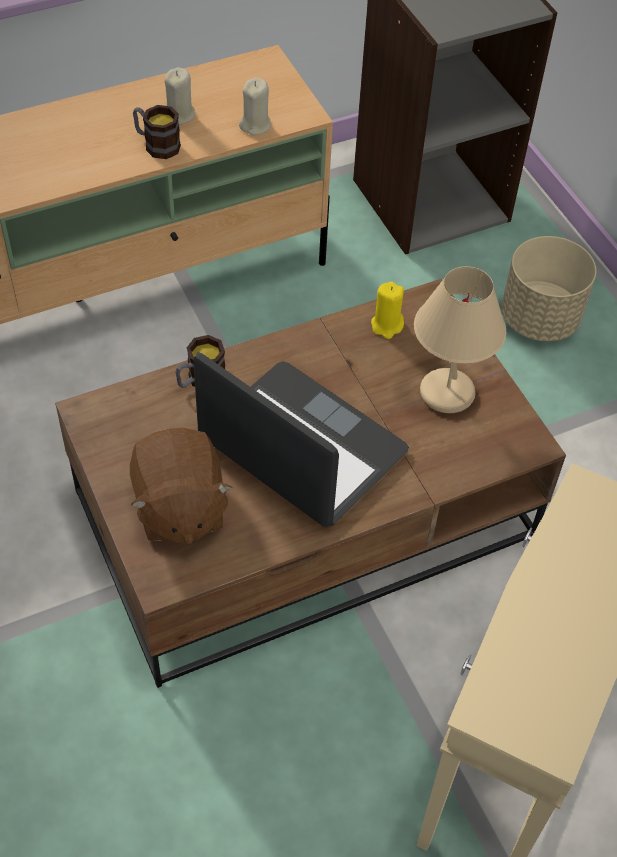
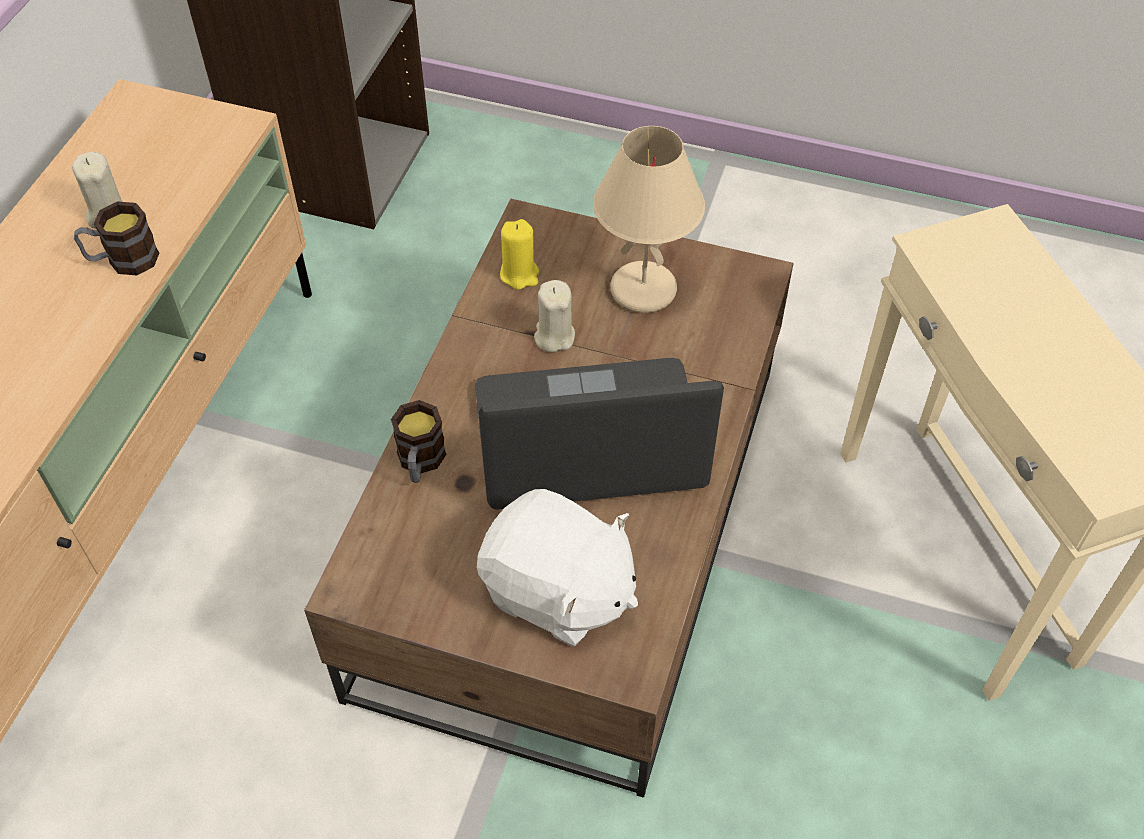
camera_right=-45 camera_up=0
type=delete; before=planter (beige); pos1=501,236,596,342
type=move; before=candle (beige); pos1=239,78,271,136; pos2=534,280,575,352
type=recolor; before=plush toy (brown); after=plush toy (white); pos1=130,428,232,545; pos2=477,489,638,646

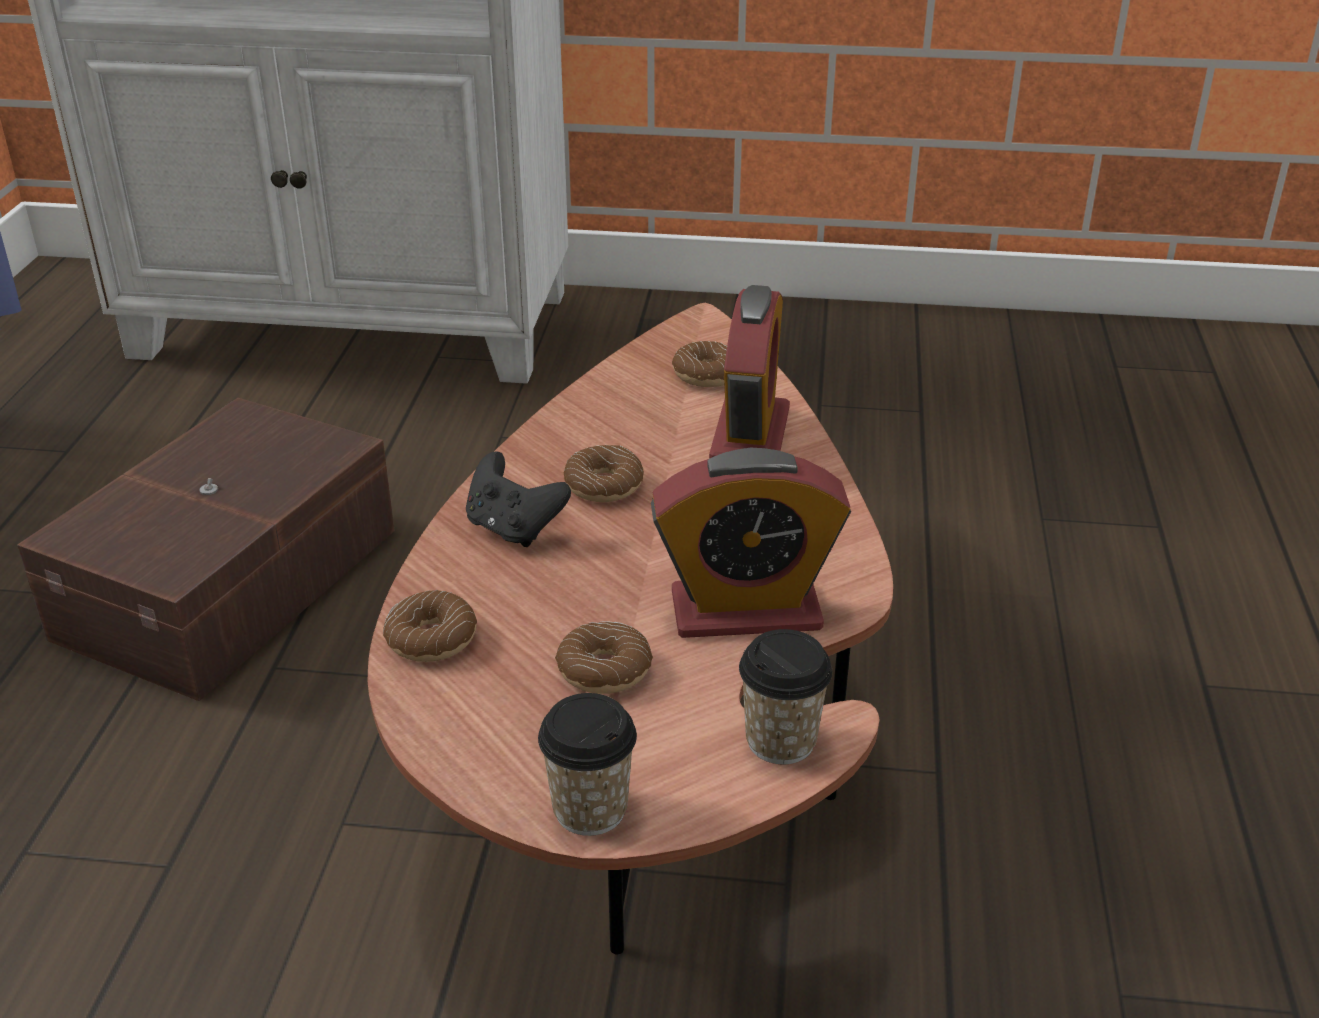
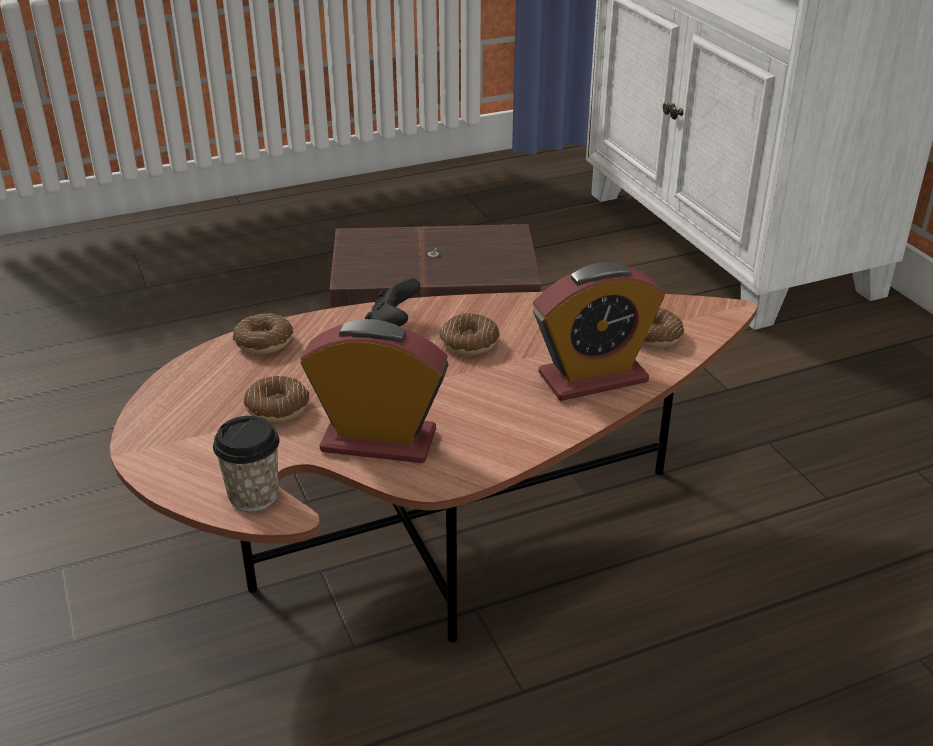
camera_right=60 camera_up=0
type=delete; before=cup; pos1=538,693,637,836
type=rotate; before=alarm clock; pos1=651,448,851,638; pos2=300,319,449,463; turn=135

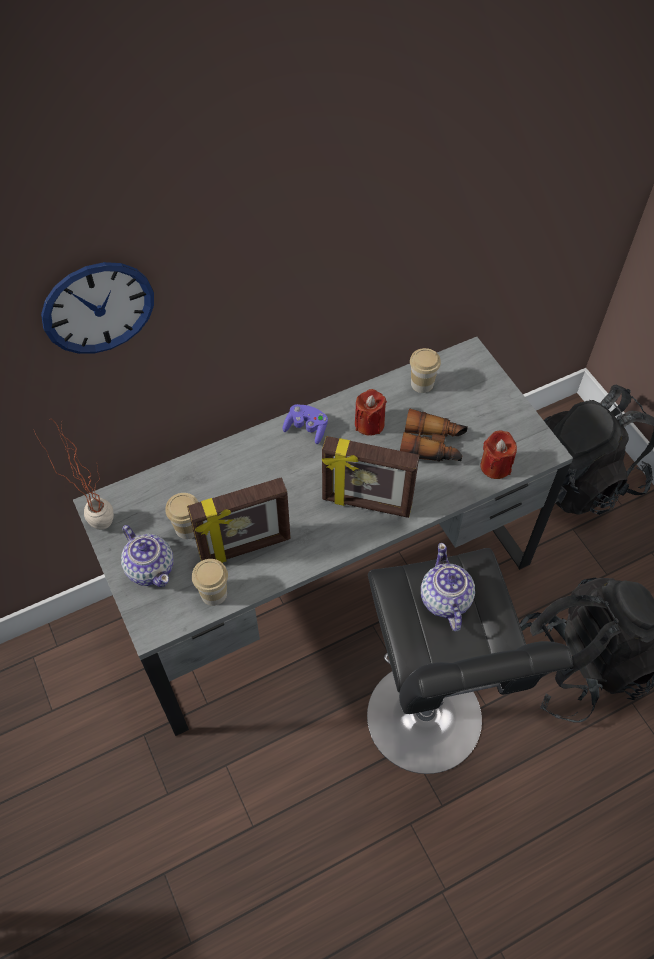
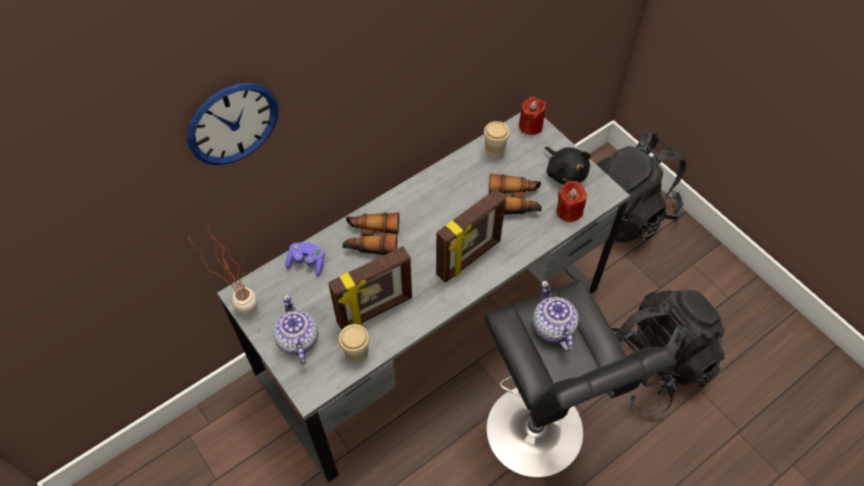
camera_right=-10 camera_up=0
type=delete; before=cup; pos1=165,493,198,539
type=insert; after=binoculars; pos2=342,213,399,255
type=insert; after=plush toy (black); pos2=545,146,591,185
type=move; before=game controller (purple); pos1=283,404,328,444; pos2=285,242,325,276
type=move; before=candle (red); pos1=355,389,387,436; pos2=519,97,546,135
type=rotate; before=teapot; pos1=121,525,174,587; pos2=273,294,318,365; turn=-150
type=rotate; before=picture frame; pos1=322,436,419,518; pos2=436,189,506,283; turn=-45

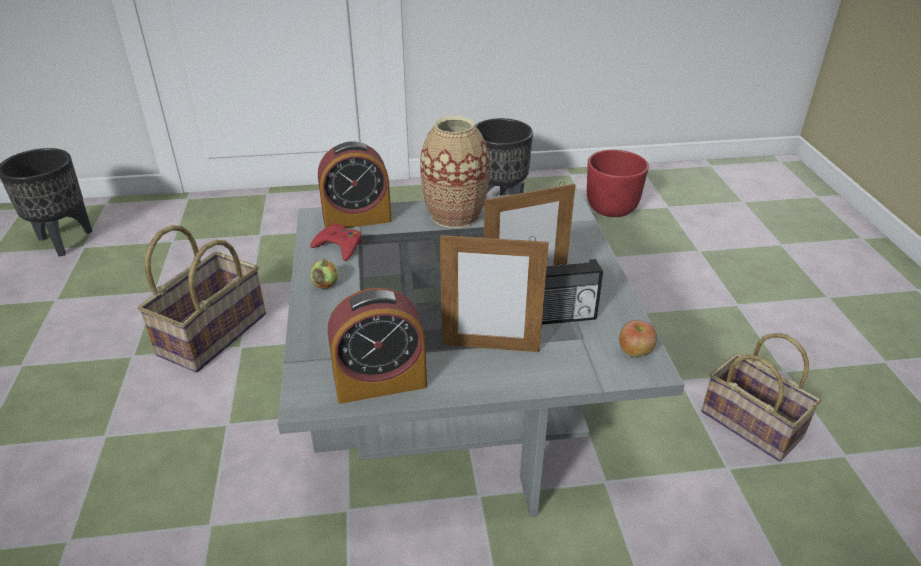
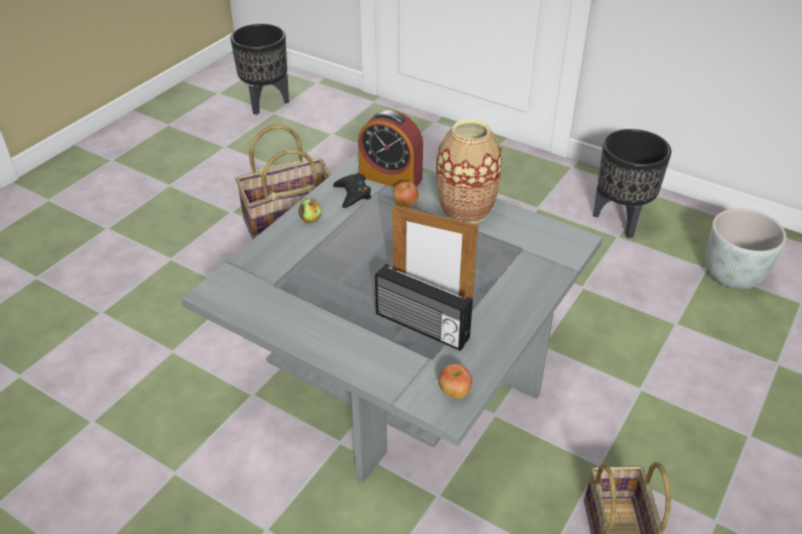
camera_right=40 camera_up=5
type=delete; before=alarm clock; pos1=328,288,427,404
type=delete; before=picture frame; pos1=440,232,549,352
type=insert; after=apple; pos2=393,181,419,209
type=recolor; before=game controller (red); after=game controller (black); pos1=310,223,362,261; pos2=333,173,371,208
type=recolor; before=planter (red); after=planter (grey); pos1=587,150,649,217; pos2=706,208,787,289

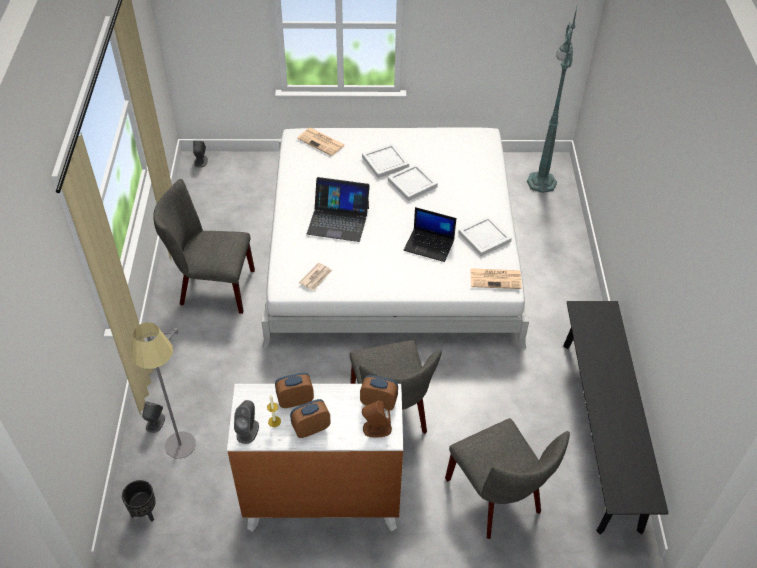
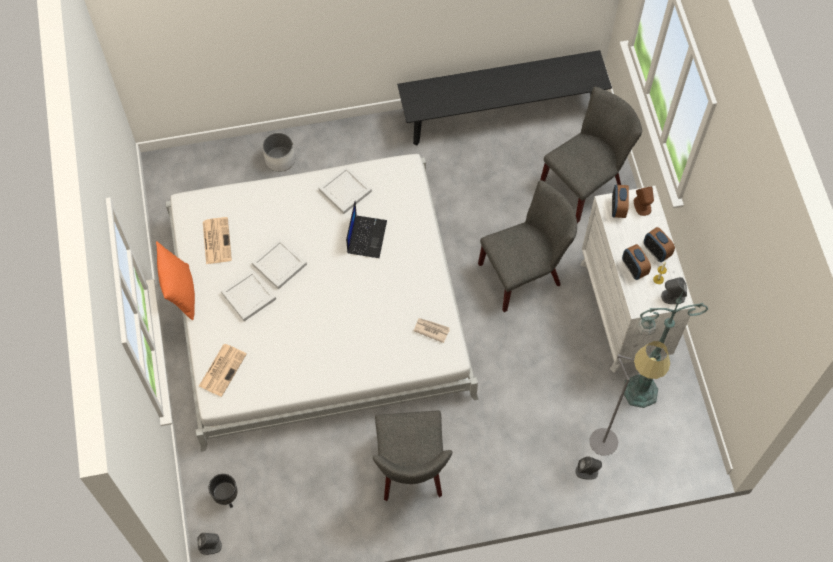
camera_right=-100 camera_up=15
type=delete; before=laptop; pos1=307,177,370,242
type=insert; after=pillow (orange); pos2=156,241,195,320
type=insert; after=planter (white); pos2=262,132,295,172
type=move; before=planter (black); pos1=122,480,156,522; pos2=209,474,237,508
type=move; before=newspaper; pos1=470,268,522,289; pos2=203,217,232,264
type=move; before=floor lamp (green); pos1=527,8,577,193; pos2=624,290,708,408

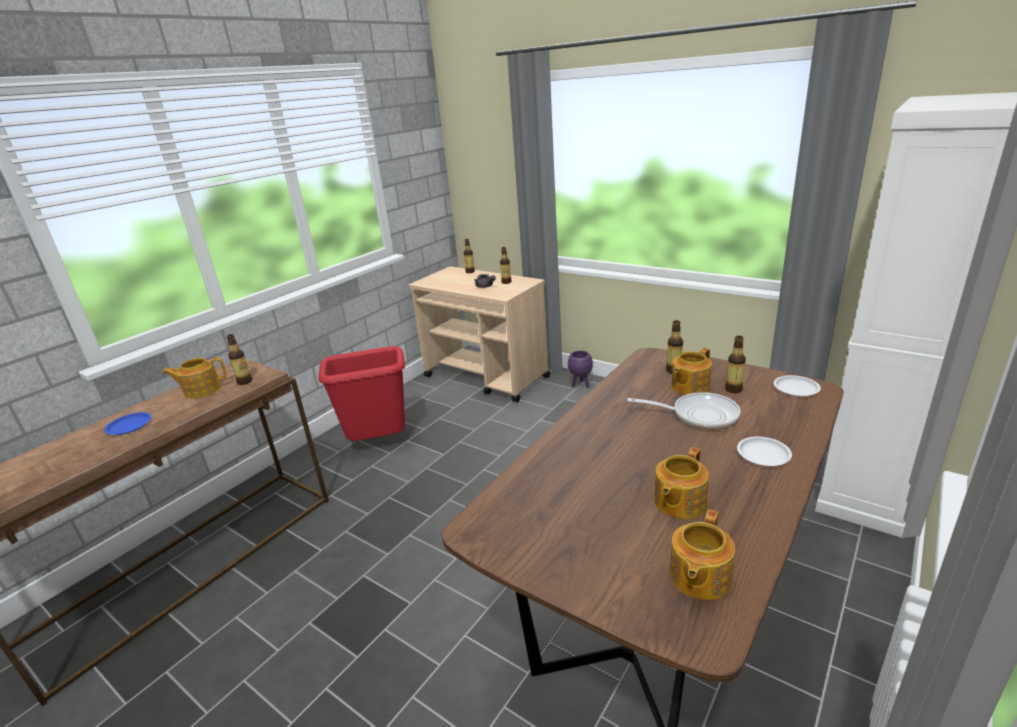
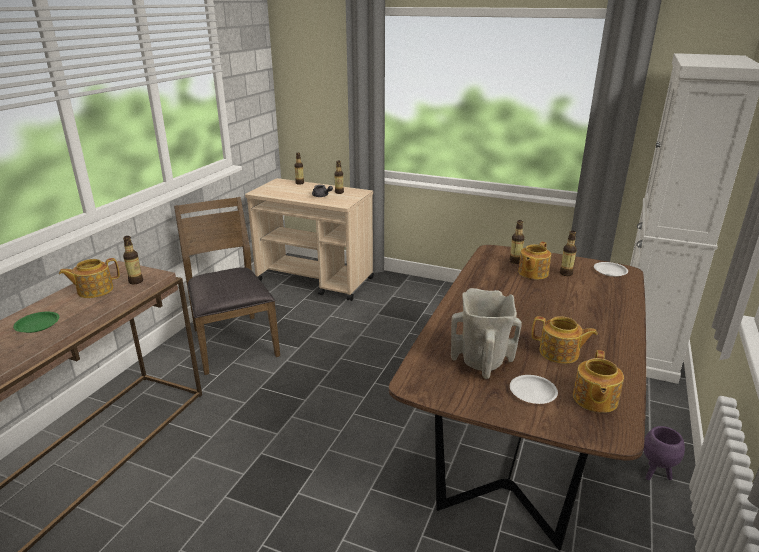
camera_right=-15 camera_up=0
type=delete; before=frying pan; pos1=627,392,740,429
type=insert; after=vase (beige); pos2=451,288,522,379
type=move; before=planter (purple); pos1=568,350,593,388; pos2=643,426,685,480
type=move; before=plate (white); pos1=737,437,792,466; pos2=510,375,558,404
type=replace; before=trash can (red); after=chair (brown); pos1=318,346,405,441; pos2=174,197,280,375
type=recolor; before=plate (blue); after=plate (green); pos1=104,412,151,435; pos2=13,312,59,333
type=rotate; before=teapot; pos1=654,447,709,519; pos2=532,316,598,364; turn=-90

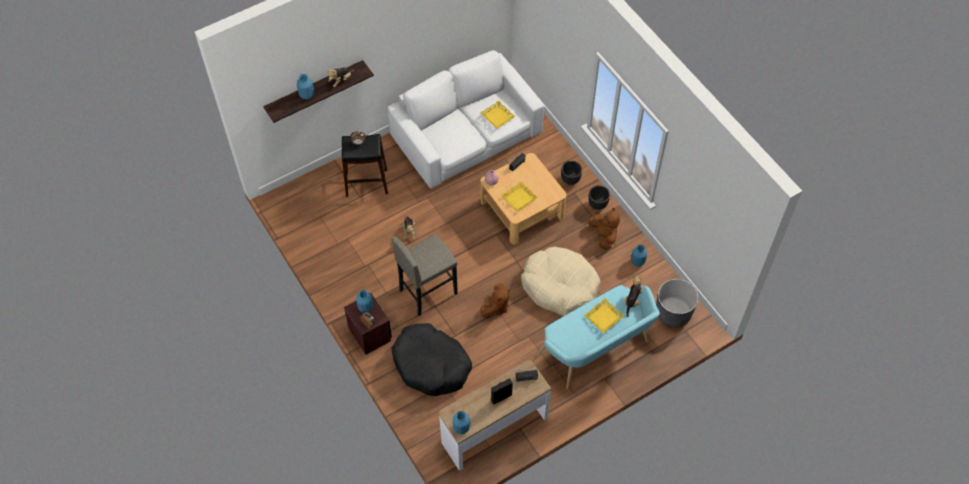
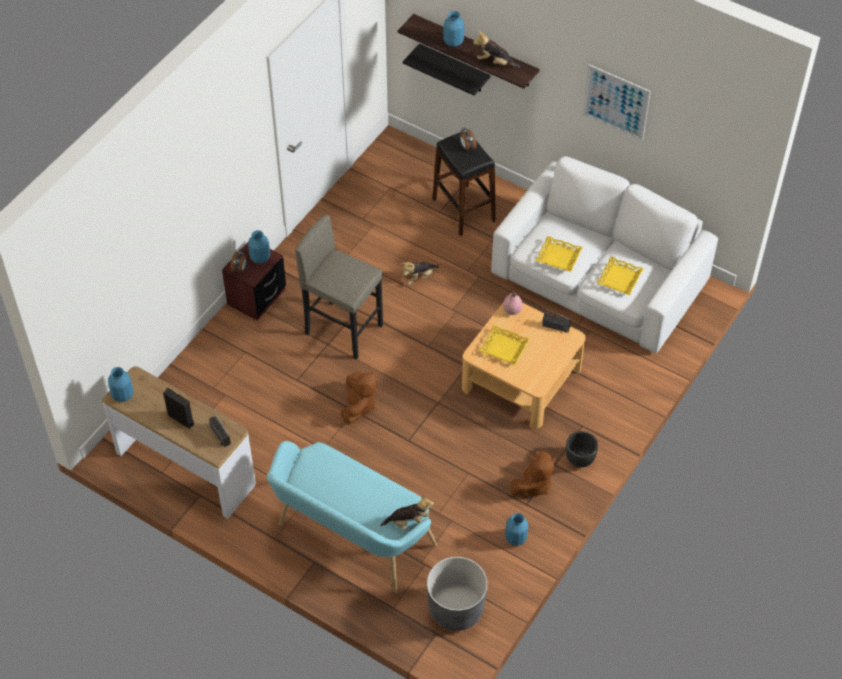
camera_right=65 camera_up=-5
type=delete; before=dog bed (black); pos1=391,323,472,396
type=delete; before=dog bed (beige); pos1=521,247,600,316
type=delete; before=planter (black); pos1=561,161,582,185
type=insert; after=shelf (black); pos2=403,43,491,96
type=insert; after=picture; pos2=583,64,651,141
type=move; before=tray (yellow); pos1=584,298,625,334; pos2=535,236,583,272
type=rotate; before=plush toy (brown); pos1=481,284,510,318; pos2=341,370,376,424; turn=-90

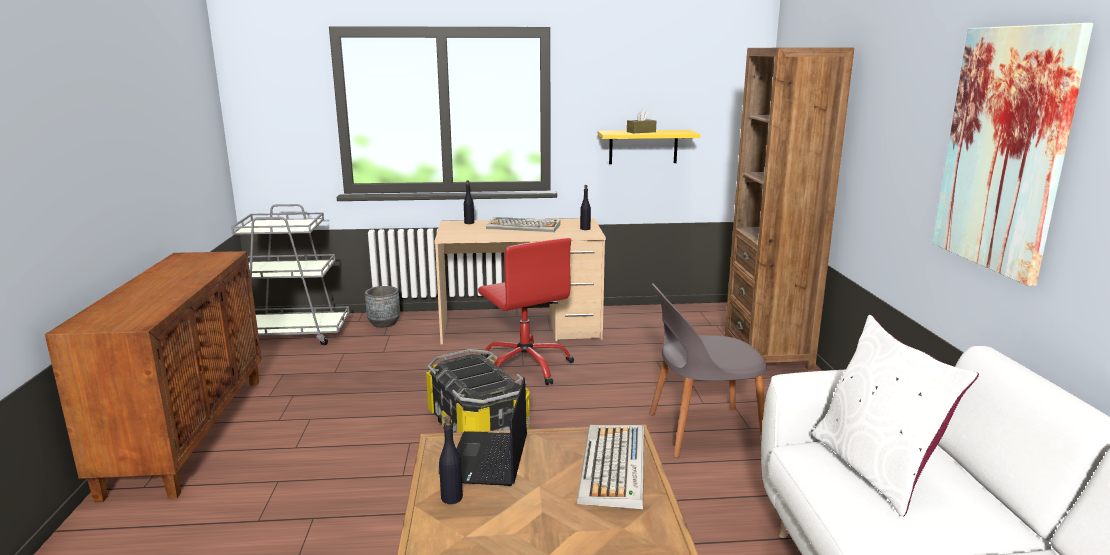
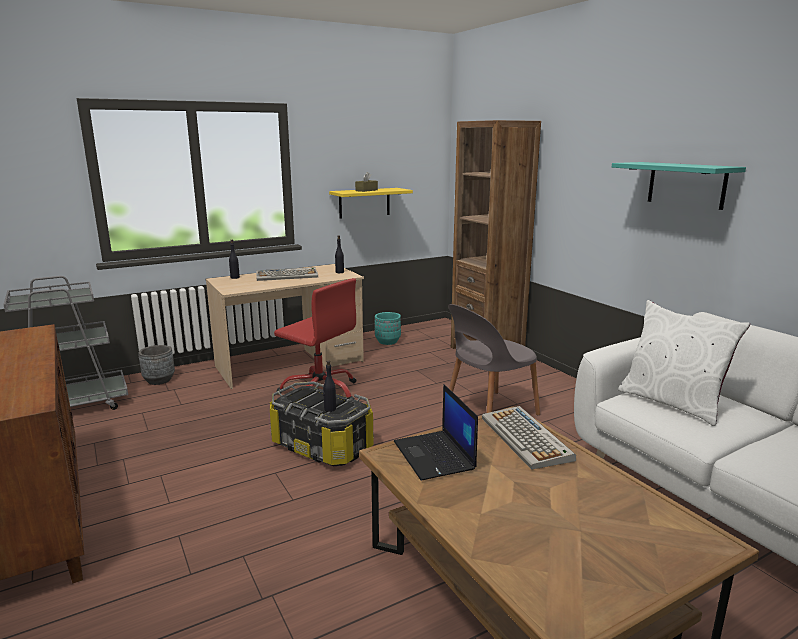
camera_right=-25 camera_up=0
type=insert; after=planter (turquoise); pos2=375,312,401,345
type=move; before=bottle (black); pos1=439,416,463,504; pos2=323,360,336,412
type=replace; before=picture; after=shelf (turquoise); pos1=932,23,1093,286; pos2=612,162,746,210

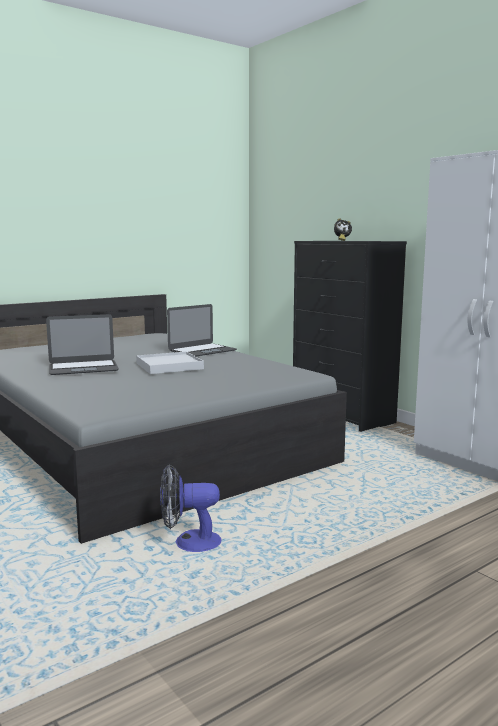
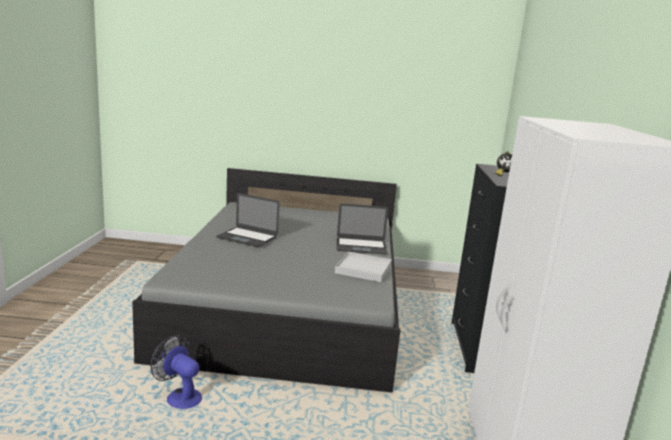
camera_right=40 camera_up=5
type=move; before=tray (white); pos1=136,352,204,374; pos2=335,252,392,282

